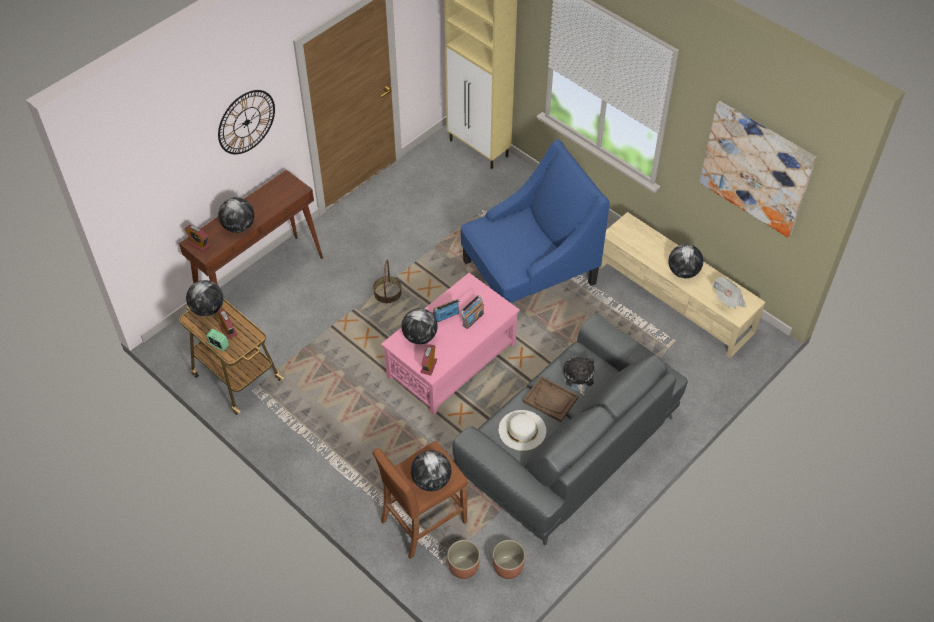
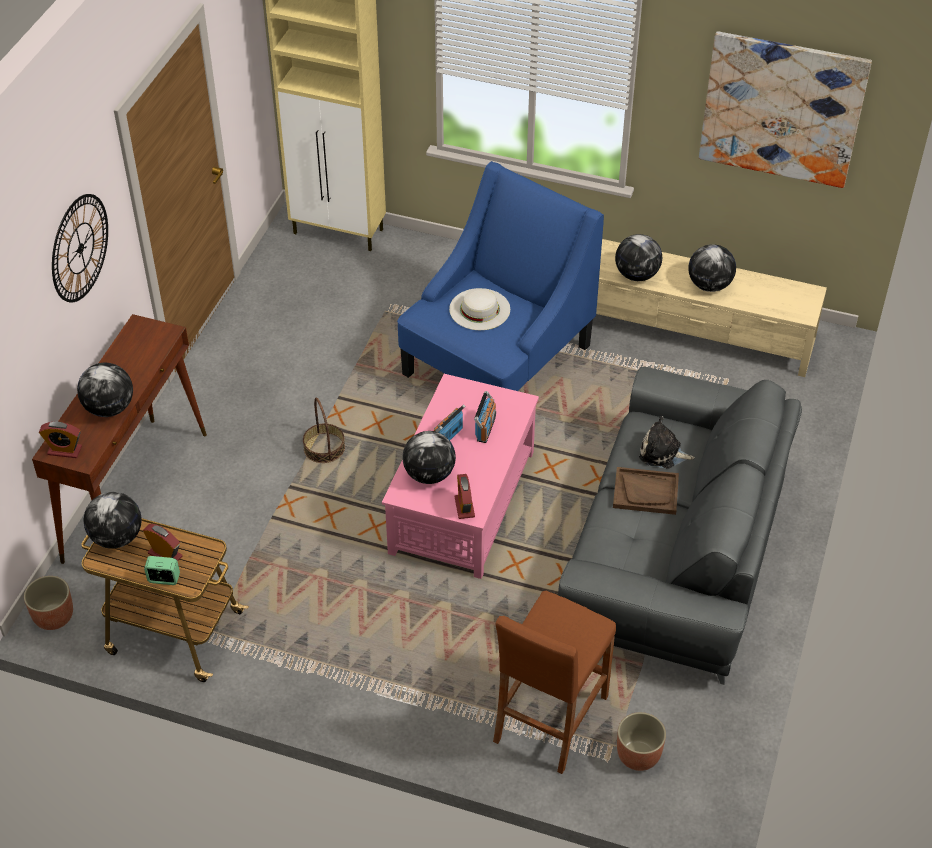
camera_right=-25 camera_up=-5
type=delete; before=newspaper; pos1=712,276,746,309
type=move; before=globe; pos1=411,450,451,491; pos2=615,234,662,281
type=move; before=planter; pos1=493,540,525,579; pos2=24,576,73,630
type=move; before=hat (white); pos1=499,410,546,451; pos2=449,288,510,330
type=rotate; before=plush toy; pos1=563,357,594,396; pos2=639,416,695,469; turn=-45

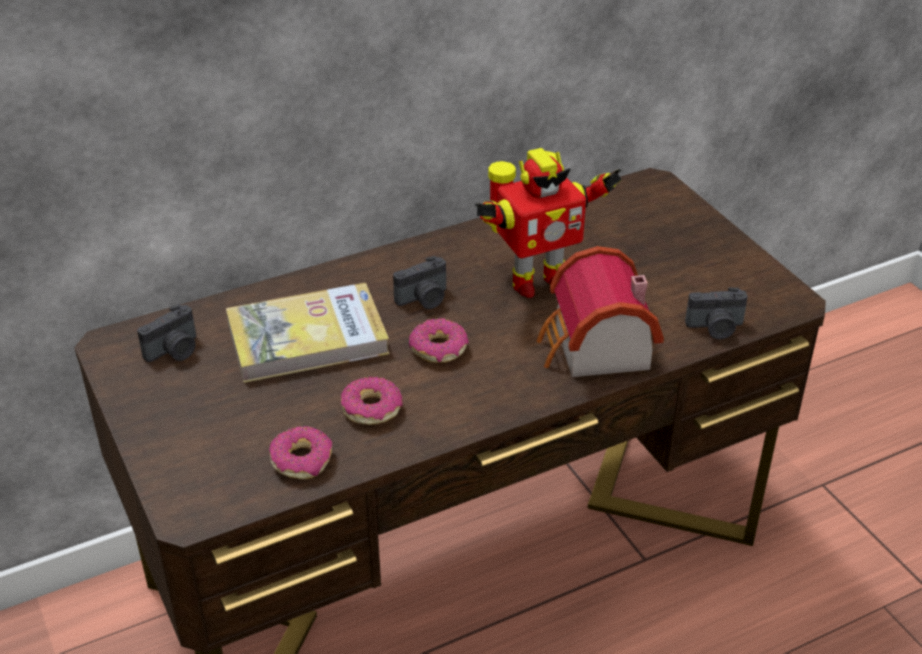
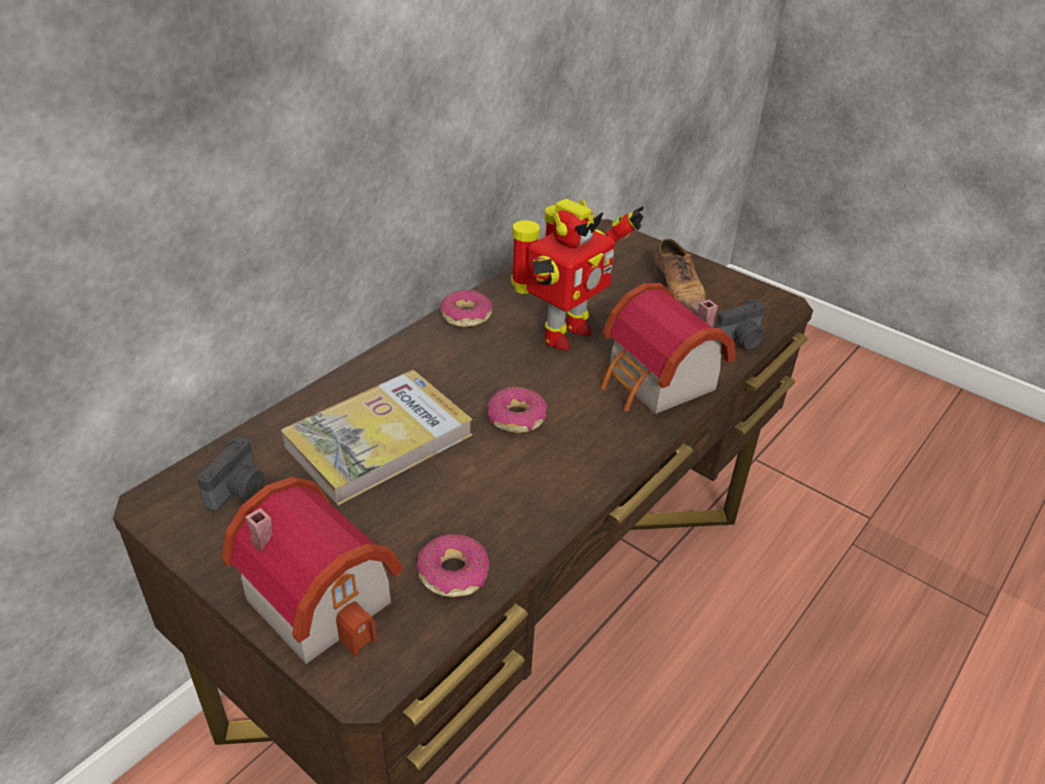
camera_right=-25 camera_up=0
type=delete; before=photo camera; pos1=393,256,446,309
type=insert; after=toy house; pos2=221,477,403,664
type=insert; after=shoe; pos2=655,238,706,316
type=move; before=donut; pos1=341,377,403,425; pos2=439,290,493,327

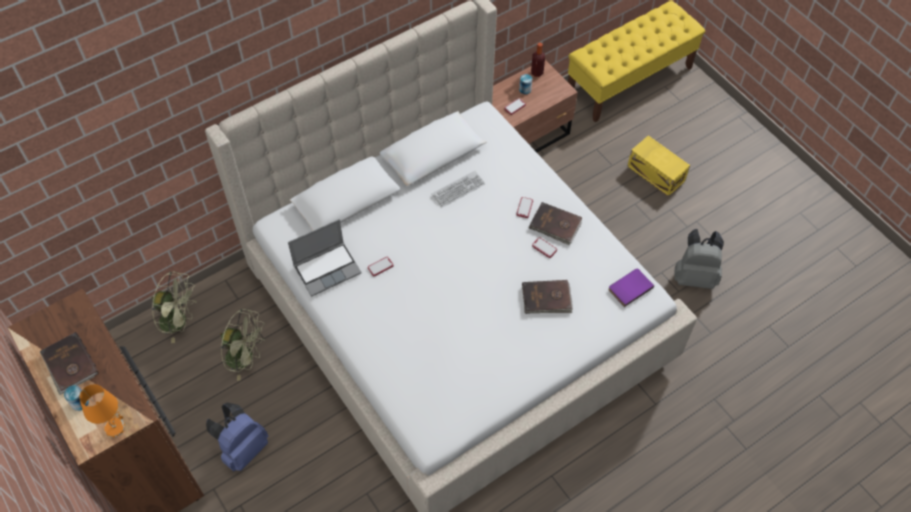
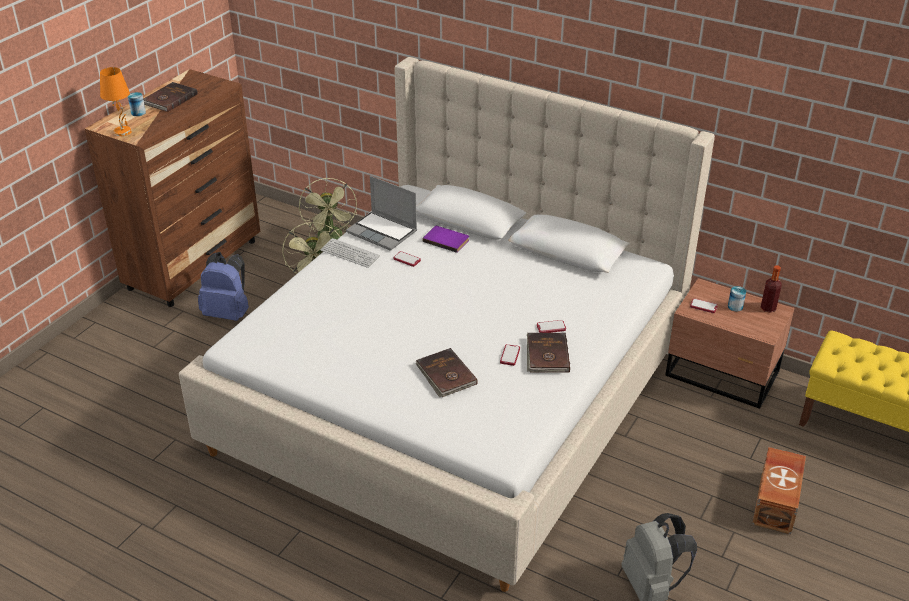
camera_right=65 camera_up=-20
type=move; before=keyboard; pos1=431,171,485,208; pos2=321,238,380,268
type=move; before=book (purple); pos1=608,268,654,307; pos2=422,226,469,253
type=recolor; before=storage box (yellow); after=storage box (brown); pos1=627,135,690,196; pos2=752,447,806,534

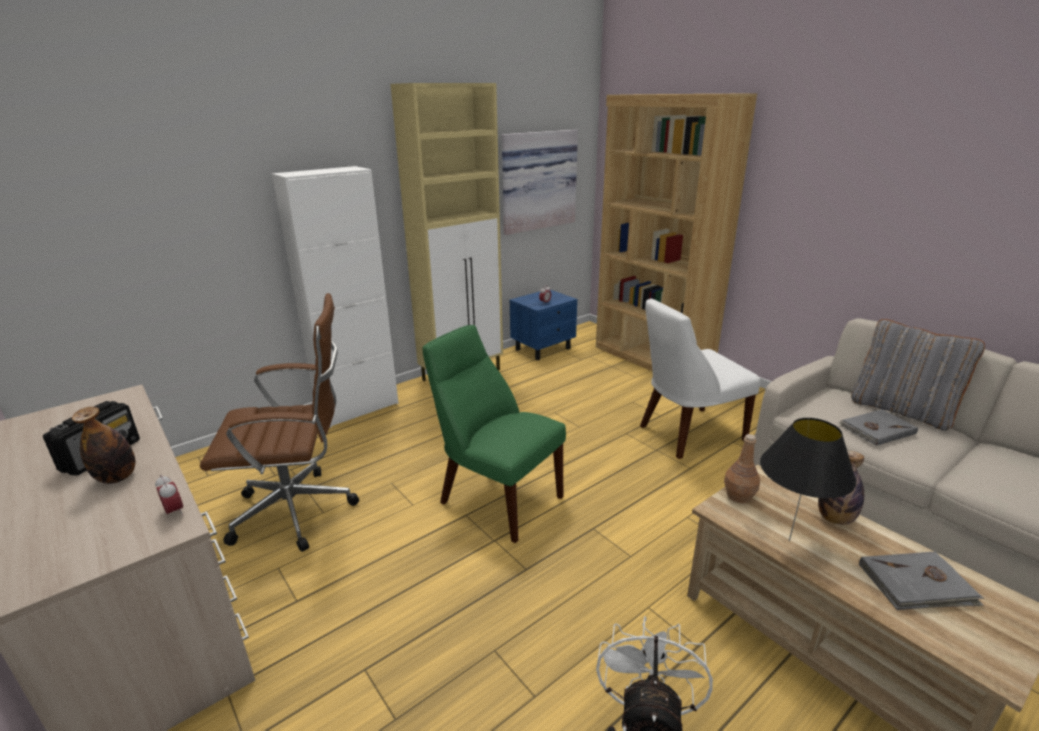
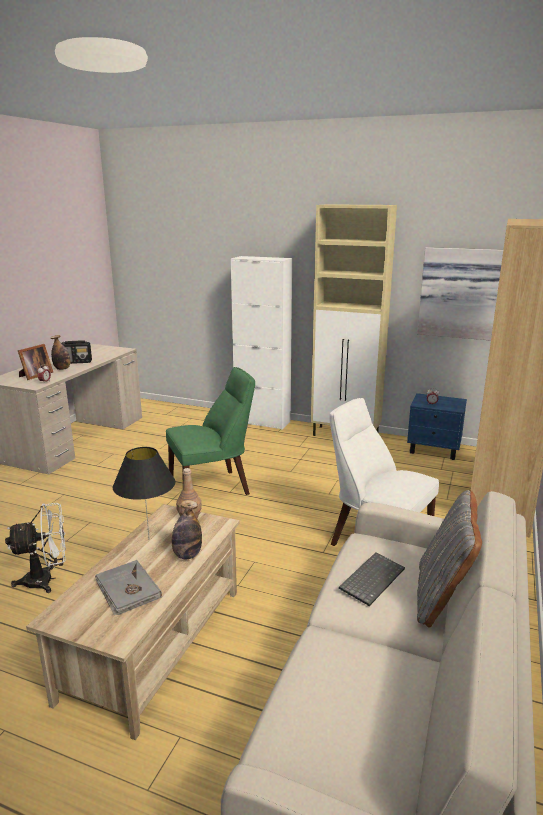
camera_right=60 camera_up=-5
type=delete; before=office chair (brown); pos1=200,293,359,552
type=insert; after=picture frame; pos2=18,344,53,380
type=replace; before=book (grey); after=keyboard; pos1=838,409,918,446; pos2=339,552,405,606
type=rotate; before=chair (green); pos1=423,325,566,543; pos2=166,367,255,495; turn=60

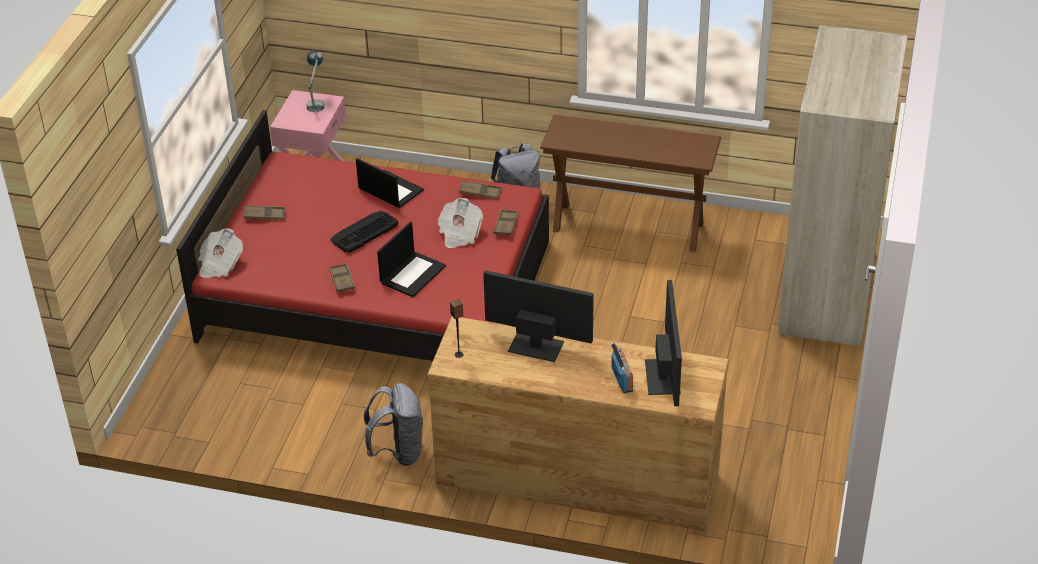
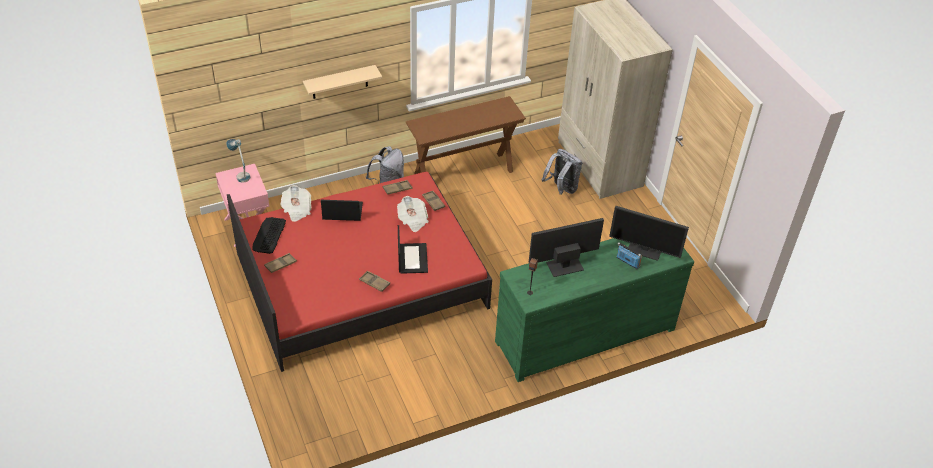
camera_right=-40 camera_up=5
type=insert; after=shelf (beige); pos2=303,65,382,99
type=move; before=newspaper; pos1=198,228,243,278; pos2=280,185,311,222
type=move; before=keyboard; pos1=330,211,398,253; pos2=252,217,286,254
type=move; before=backpack (grey); pos1=364,383,423,466; pos2=542,149,582,195
type=recolor; before=dresser (brown); after=dresser (green); pos1=427,317,729,536; pos2=495,238,694,382
type=rotate; before=monitor; pos1=645,280,682,406; pos2=609,206,689,261; turn=150

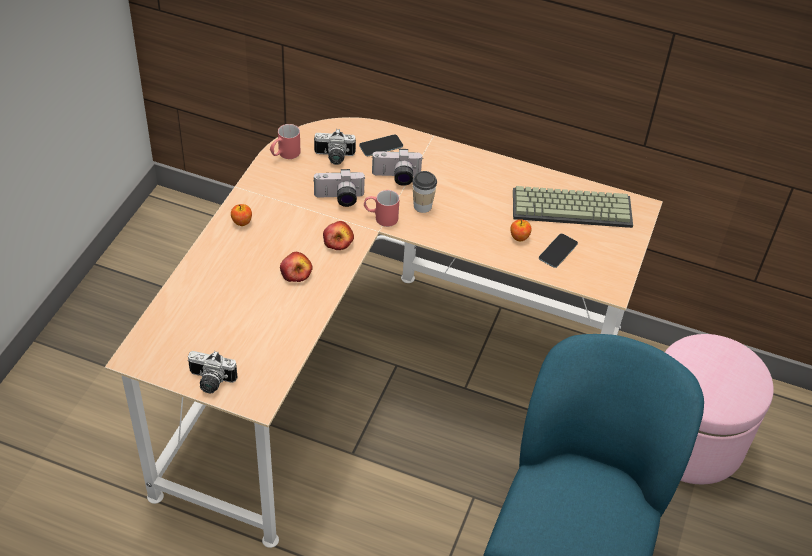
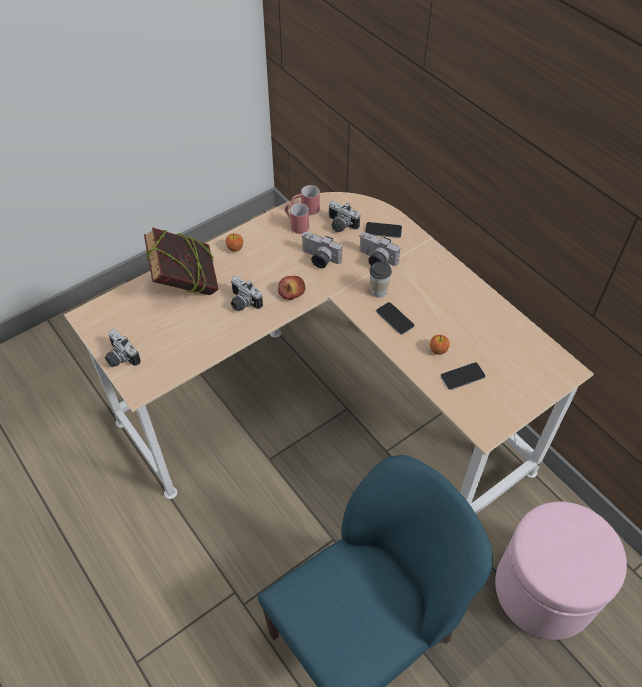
camera_right=35 camera_up=5
type=delete; before=keyboard; pos1=513,186,633,228
type=insert; after=book; pos2=144,228,218,295
type=insert; after=phone; pos2=376,302,414,335
type=move; before=mug (red); pos1=364,190,400,227; pos2=285,203,309,234
type=replace; before=apple; after=photo camera; pos1=280,252,313,282; pos2=230,276,263,311

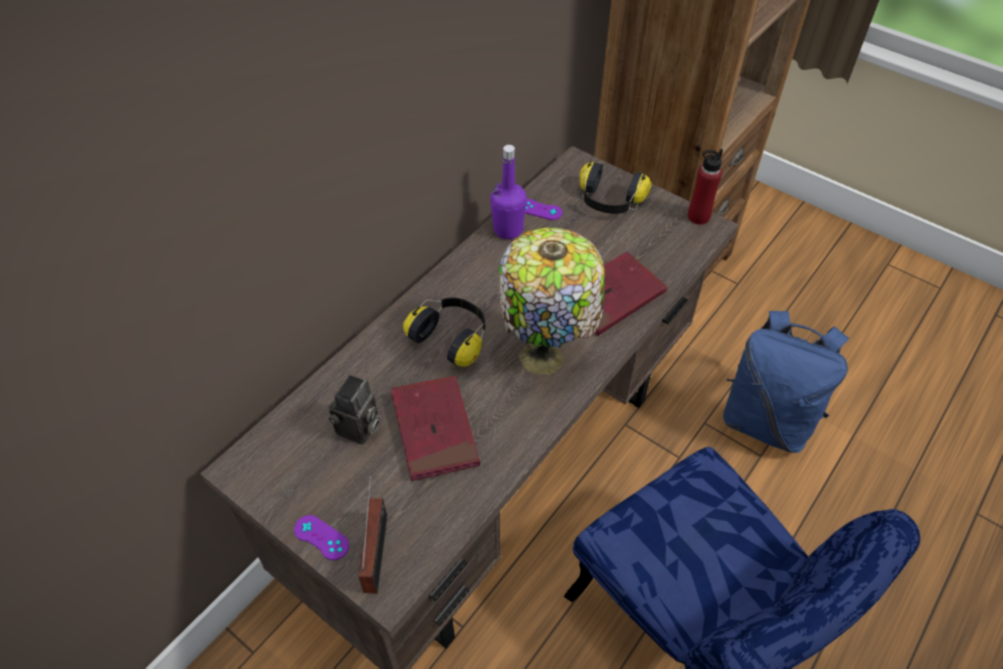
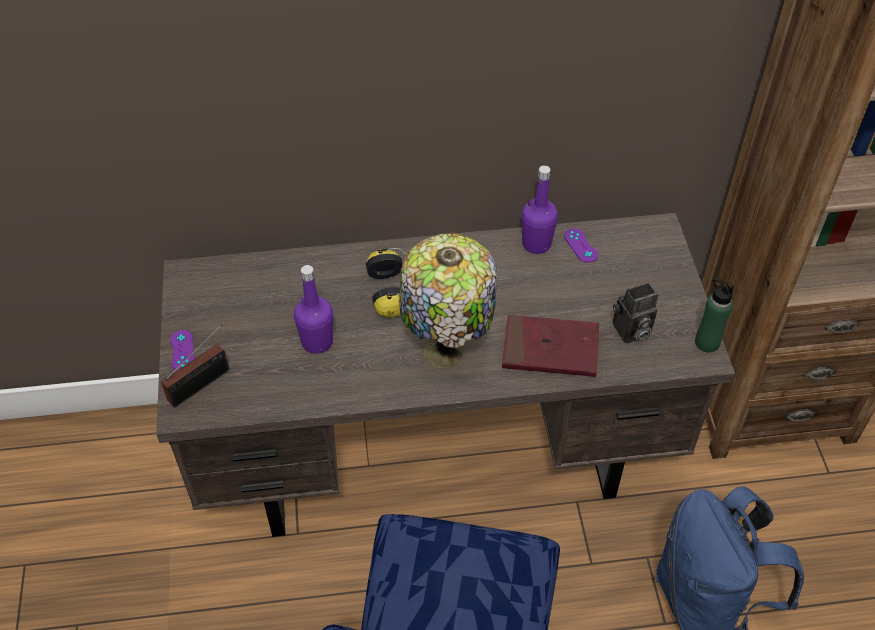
camera_right=45 camera_up=0
type=delete; before=headphones; pos1=580,161,651,214
type=move; before=photo camera; pos1=329,375,380,445; pos2=613,283,658,343
type=replace; before=book (red); after=bottle (purple); pos1=391,376,480,481; pos2=294,265,333,354
type=recolor; before=bottle (red); after=bottle (green); pos1=688,149,723,225; pos2=695,278,734,353

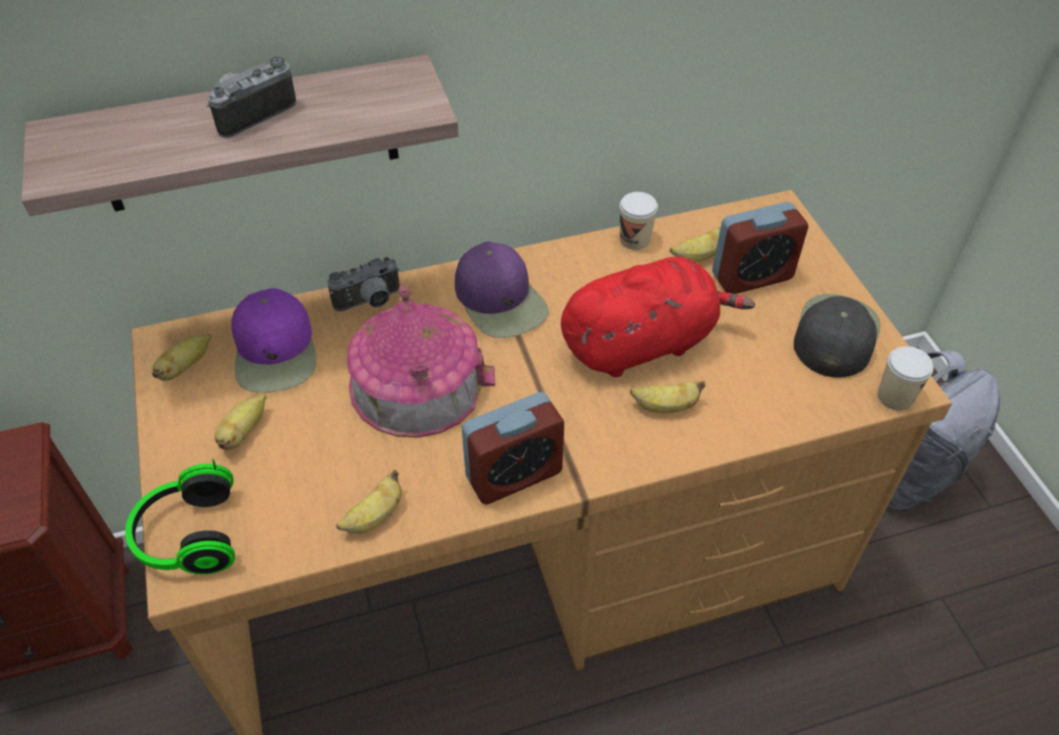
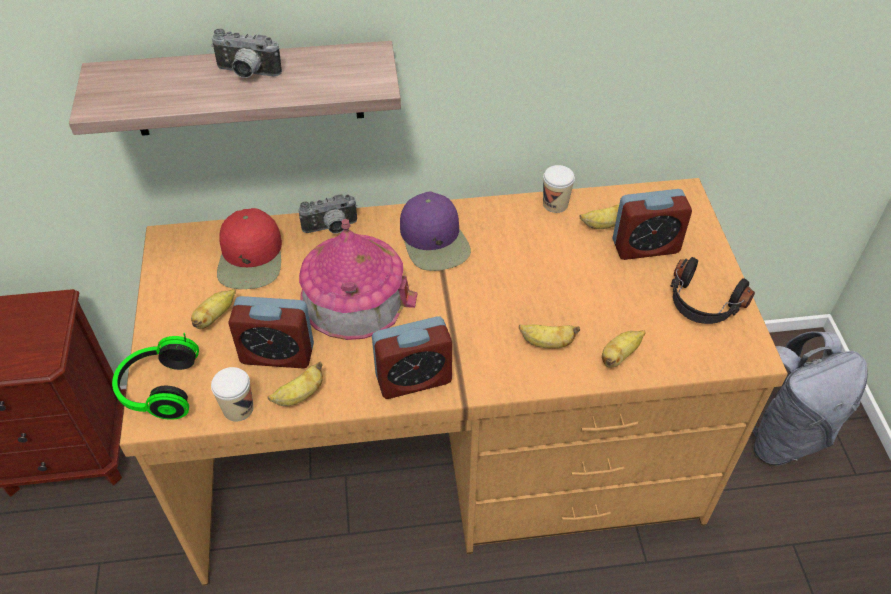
camera_right=10 camera_up=0
type=delete; before=plush toy (red); pos1=561,257,755,377
type=insert; after=alarm clock; pos2=228,296,314,368
type=move; before=banana; pos1=152,333,212,381; pos2=602,330,646,367
type=move; before=cup; pos1=878,346,933,410; pos2=211,367,254,421
type=replace; before=cap (black); after=headphones (black); pos1=794,294,880,378; pos2=671,257,755,324
type=recolor; before=cap (purple); after=cap (red); pos1=232,288,316,393; pos2=217,208,282,289
type=rotate; before=photo camera; pos1=207,57,297,138; pos2=211,29,282,78; turn=-135

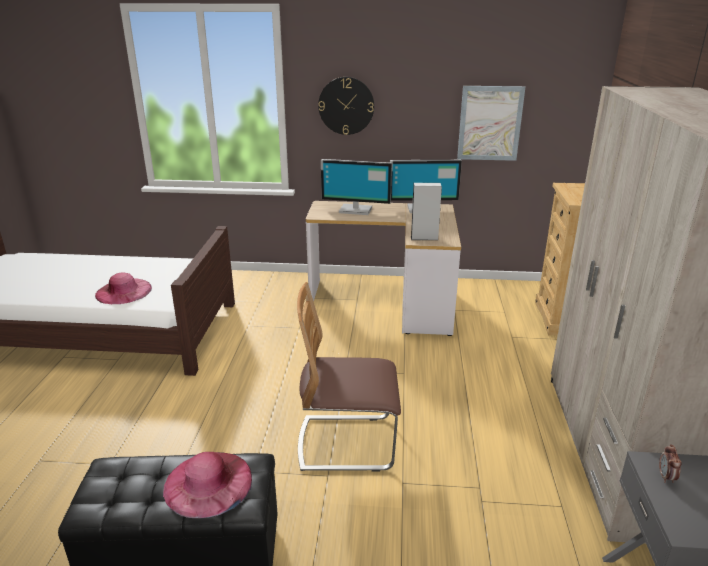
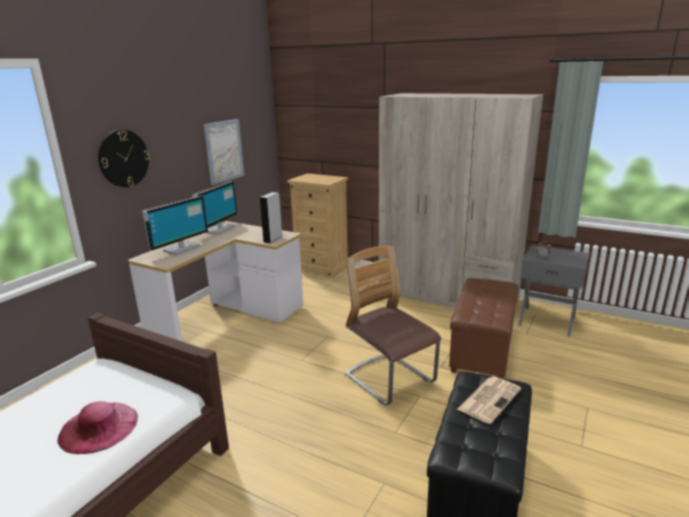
camera_right=-65 camera_up=-5
type=insert; after=ottoman (brown); pos2=449,278,518,378
type=replace; before=hat (pink); after=newspaper; pos1=163,452,252,518; pos2=457,376,521,424
type=rotate; before=chair; pos1=297,282,401,471; pos2=345,246,441,405; turn=120

